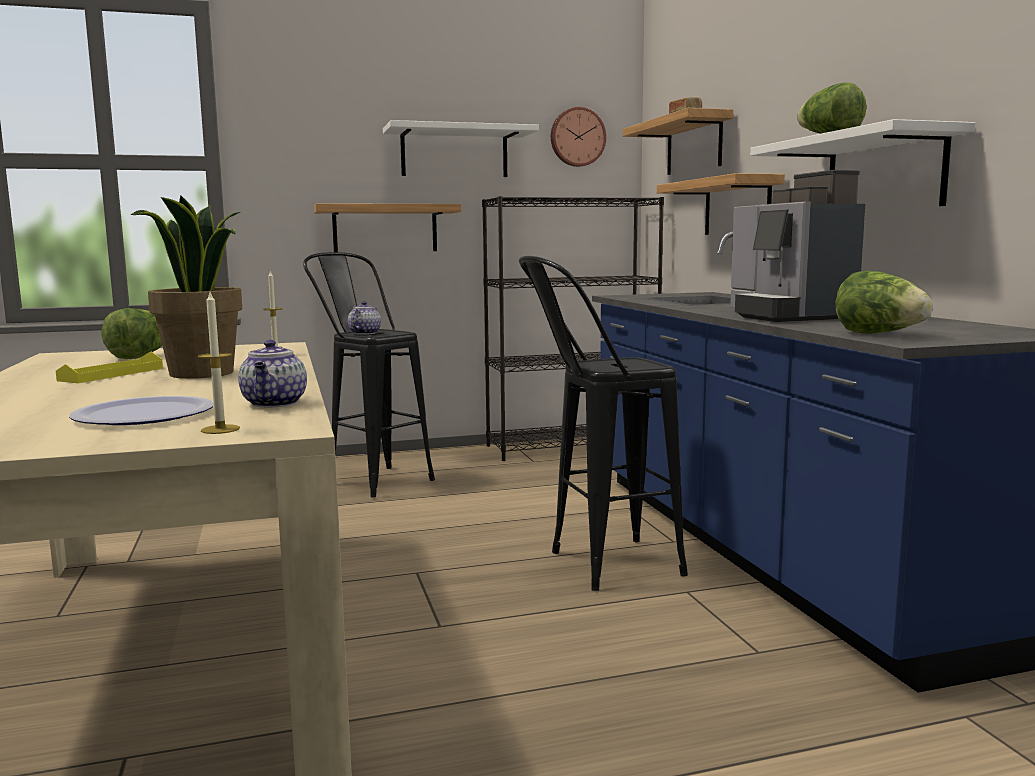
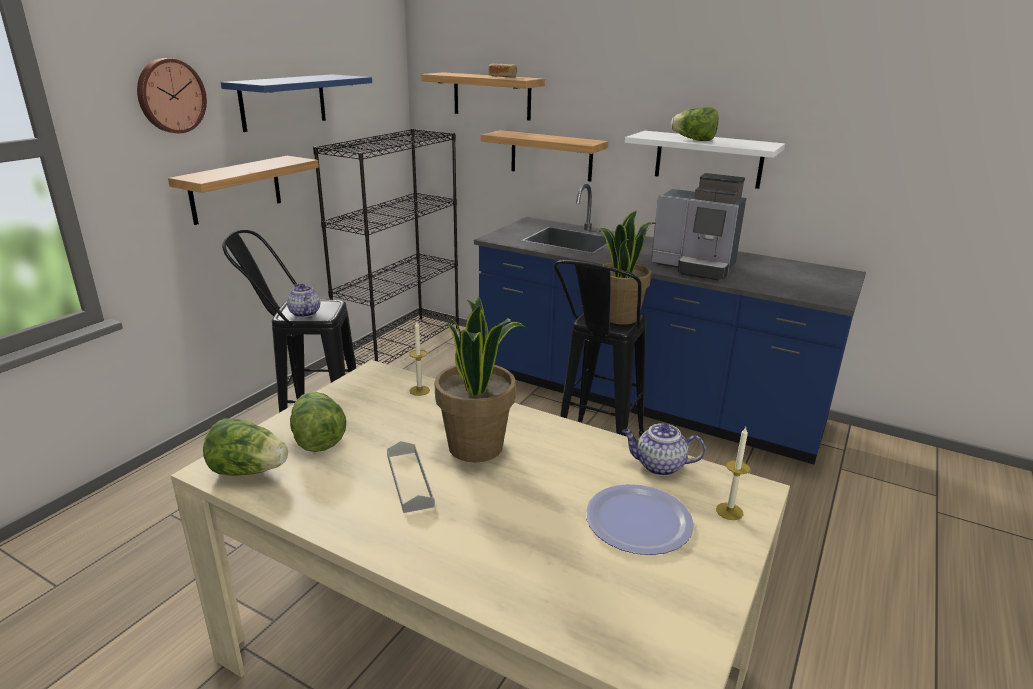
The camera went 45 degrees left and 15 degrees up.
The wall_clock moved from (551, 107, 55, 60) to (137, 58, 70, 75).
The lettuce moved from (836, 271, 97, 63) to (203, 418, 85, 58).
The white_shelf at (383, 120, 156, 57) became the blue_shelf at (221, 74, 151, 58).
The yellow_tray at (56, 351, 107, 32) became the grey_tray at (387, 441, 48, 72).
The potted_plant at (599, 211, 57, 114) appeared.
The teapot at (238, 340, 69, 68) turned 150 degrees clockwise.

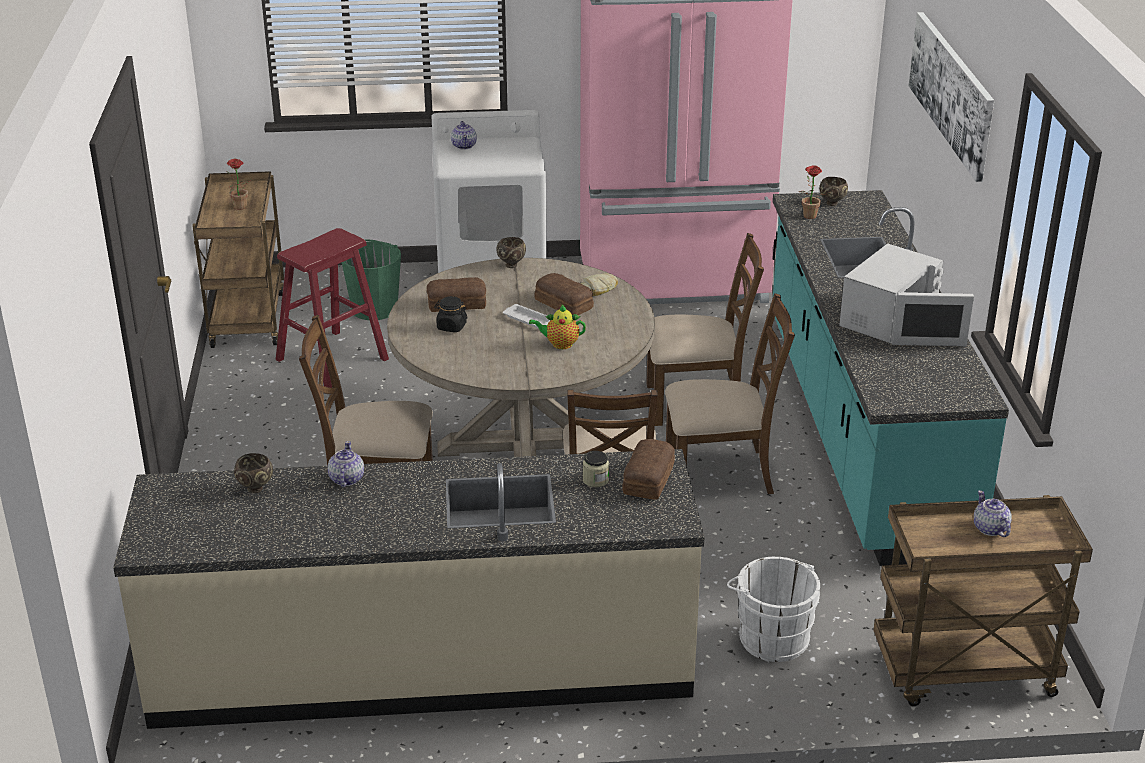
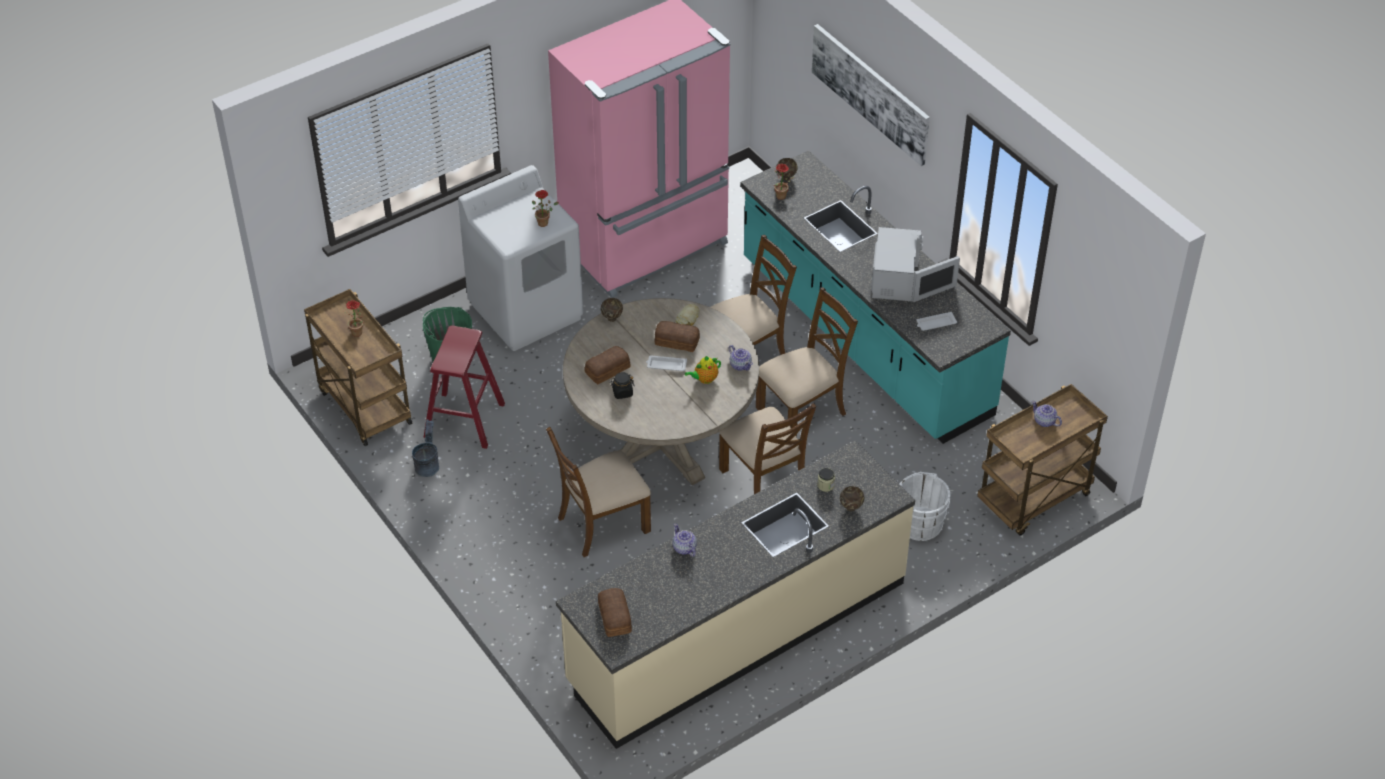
The camera went 30 degrees left and 15 degrees up.
The grey_bucket at (412, 419, 27, 58) appeared.
The potted_plant at (532, 190, 27, 37) appeared.
The bread moved from (622, 439, 53, 60) to (598, 588, 34, 49).
The teapot moved from (451, 121, 26, 29) to (729, 345, 24, 26).
The brown_bowl moved from (234, 453, 39, 40) to (840, 486, 25, 25).
The white_tray at (916, 312, 41, 19) appeared.

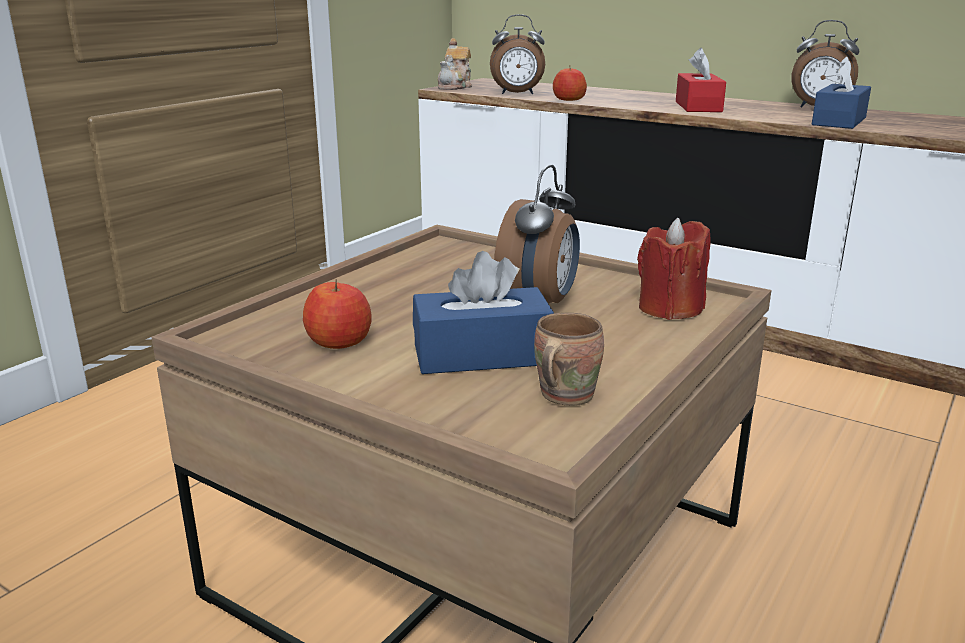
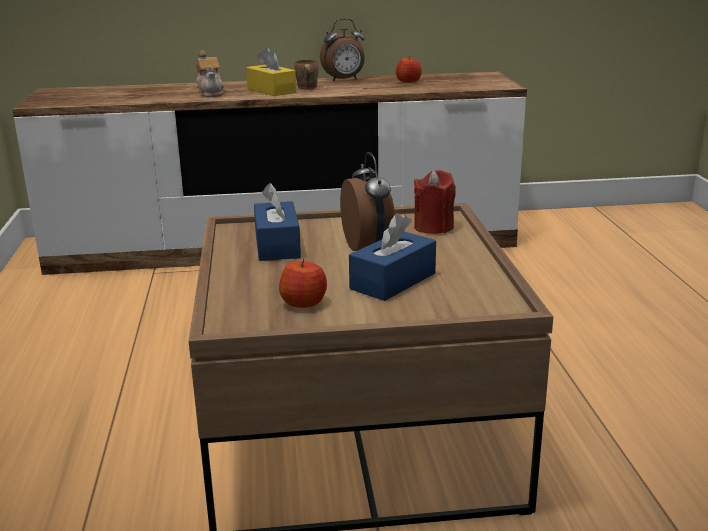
The camera went 40 degrees left and 0 degrees up.
The teapot moved from (438, 38, 34, 52) to (196, 51, 29, 46).
The red_tissue_box at (676, 48, 50, 64) became the yellow_tissue_box at (246, 47, 50, 49).
The blue_tissue_box moved from (812, 56, 59, 73) to (254, 183, 47, 78).
The brown_mug moved from (534, 313, 70, 93) to (294, 59, 24, 30).
The apple moved from (553, 66, 34, 35) to (396, 55, 26, 28).
The alarm_clock at (490, 14, 55, 80) disappeared.

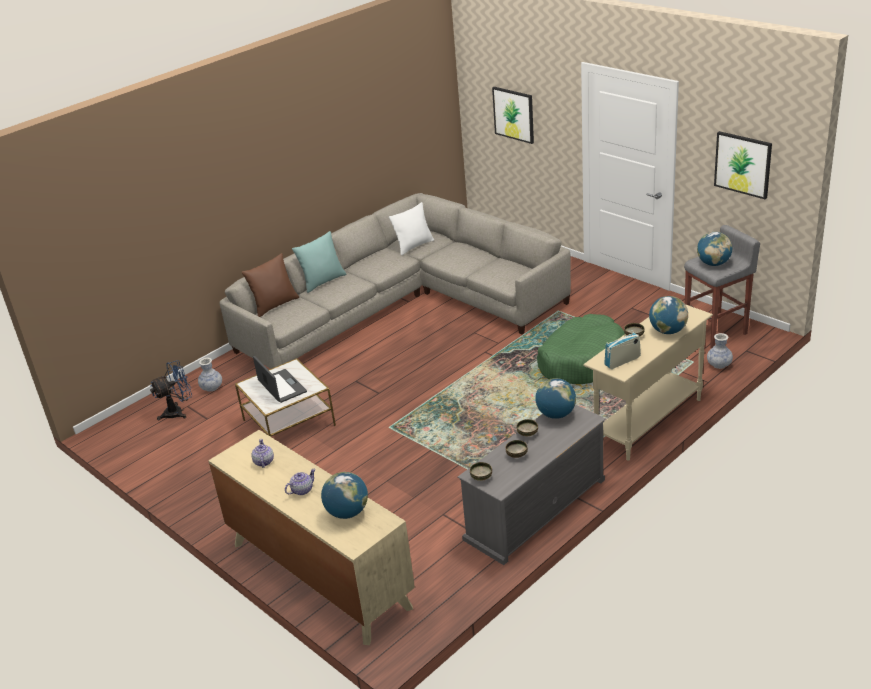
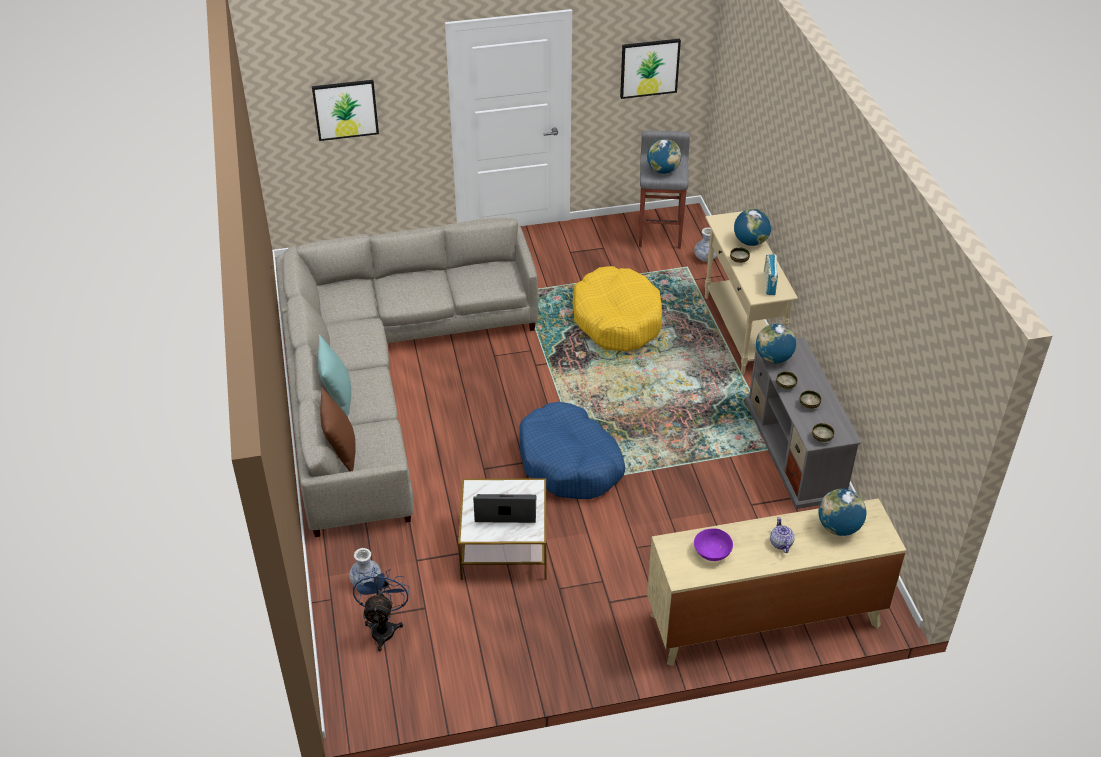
The camera went 60 degrees left and 10 degrees up.
The blue_dog_bed at (520, 402, 105, 97) appeared.
The green_dog_bed at (537, 314, 88, 70) became the yellow_dog_bed at (572, 266, 90, 86).
The teapot at (251, 439, 23, 29) was replaced by the purple_bowl at (694, 528, 39, 33).
The white_pillow at (389, 202, 45, 53) disappeared.

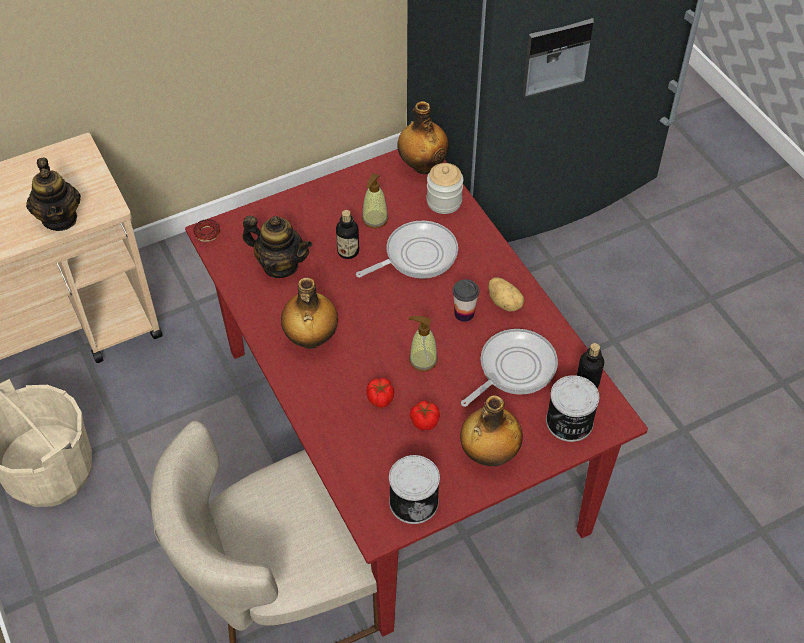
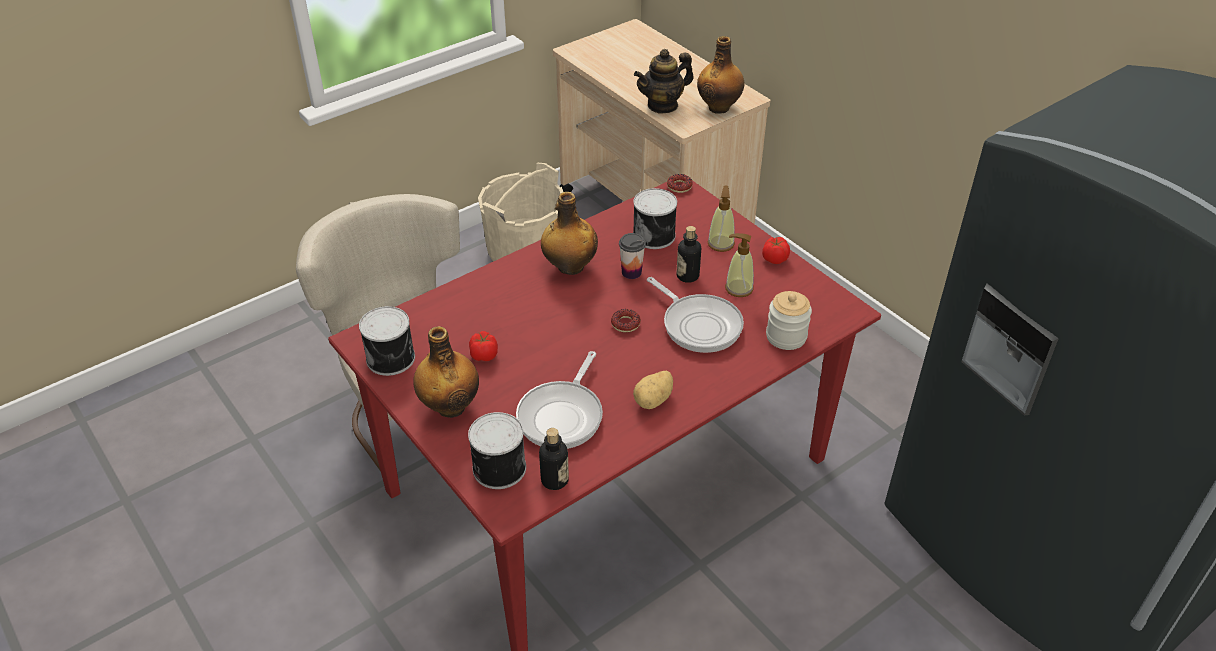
The camera went 80 degrees right and 10 degrees down.
The frying_pan at (461, 329, 97, 78) turned 75 degrees clockwise.
The donut at (611, 309, 30, 23) appeared.
The cup moved from (452, 279, 27, 43) to (619, 233, 27, 46).
The teapot at (242, 215, 70, 63) was replaced by the can at (633, 188, 44, 61).
The bottle moved from (397, 101, 52, 73) to (697, 36, 47, 78).
The soap_dispenser moved from (409, 316, 29, 55) to (707, 185, 28, 67).
The tomato moved from (366, 378, 28, 30) to (762, 237, 28, 27).

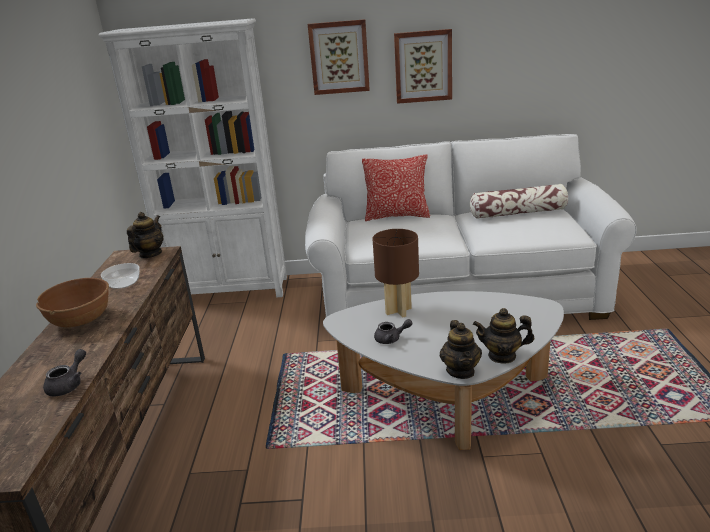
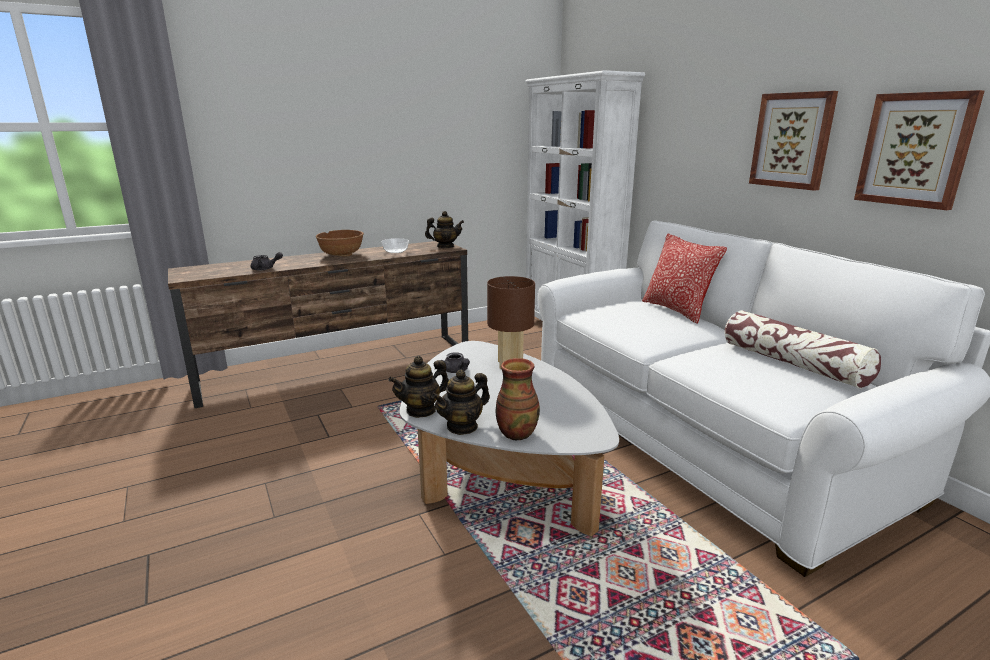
The camera went 60 degrees right and 5 degrees down.
The teapot at (473, 308, 61, 56) turned 105 degrees counterclockwise.
The vase at (496, 358, 44, 82) appeared.
The picture moved from (308, 19, 62, 76) to (854, 90, 131, 120).

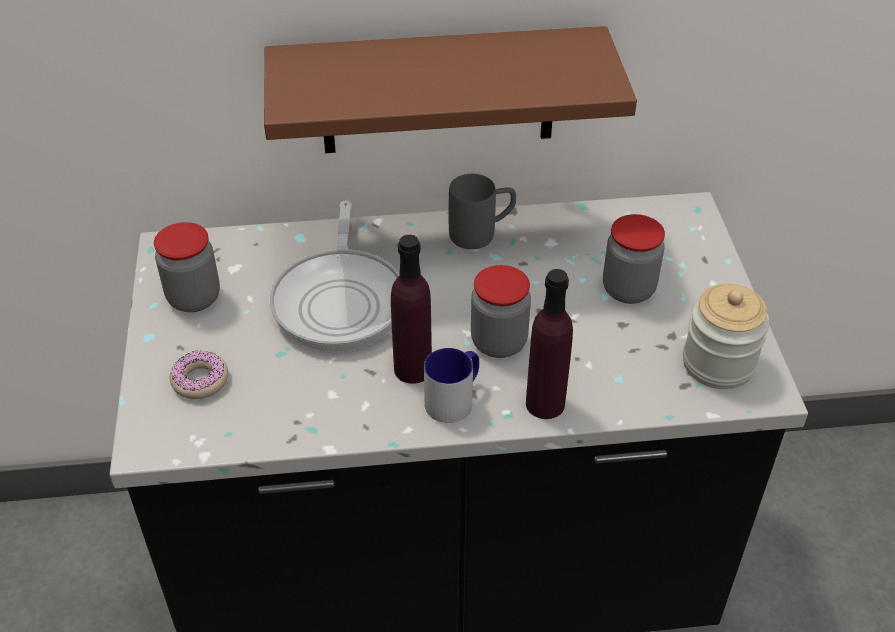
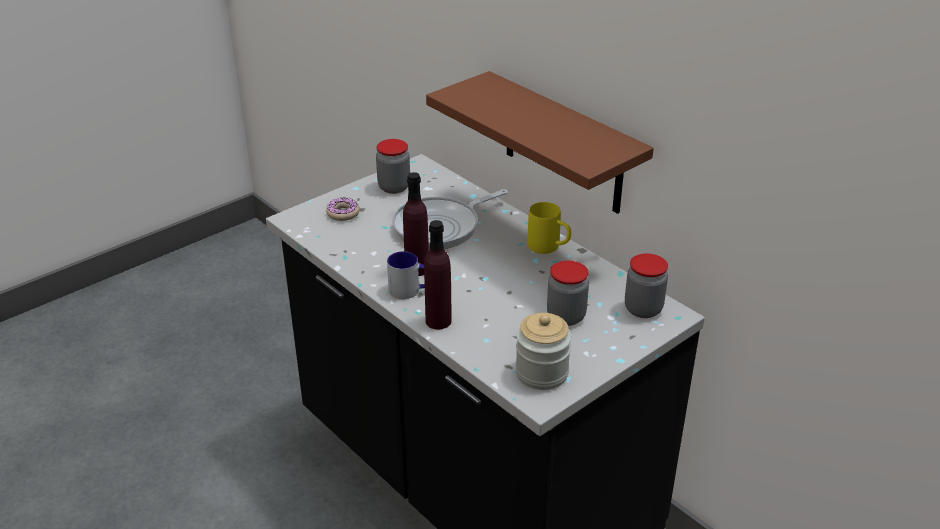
The camera went 55 degrees right and 10 degrees down.
The grey_mug at (448, 174, 68, 75) became the yellow_mug at (528, 202, 43, 52).
The jar moved from (471, 265, 60, 93) to (625, 253, 43, 65).

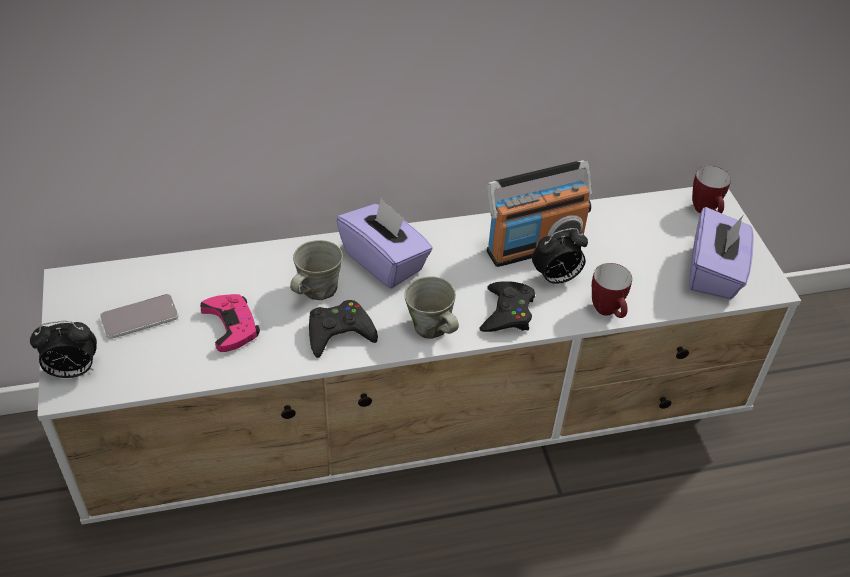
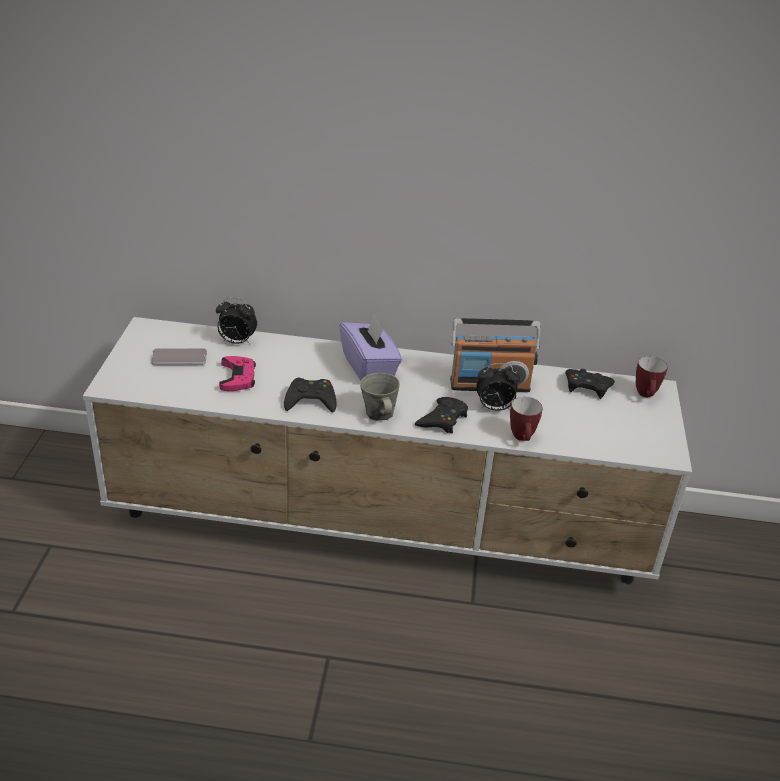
The camera went 20 degrees right and 10 degrees down.
The alarm_clock moved from (30, 321, 67, 57) to (216, 298, 41, 47).
The black_game_controller at (565, 369, 50, 30) appeared.
The grey_mug at (290, 240, 53, 60) disappeared.
The purple_tissue_box at (689, 207, 65, 92) disappeared.

